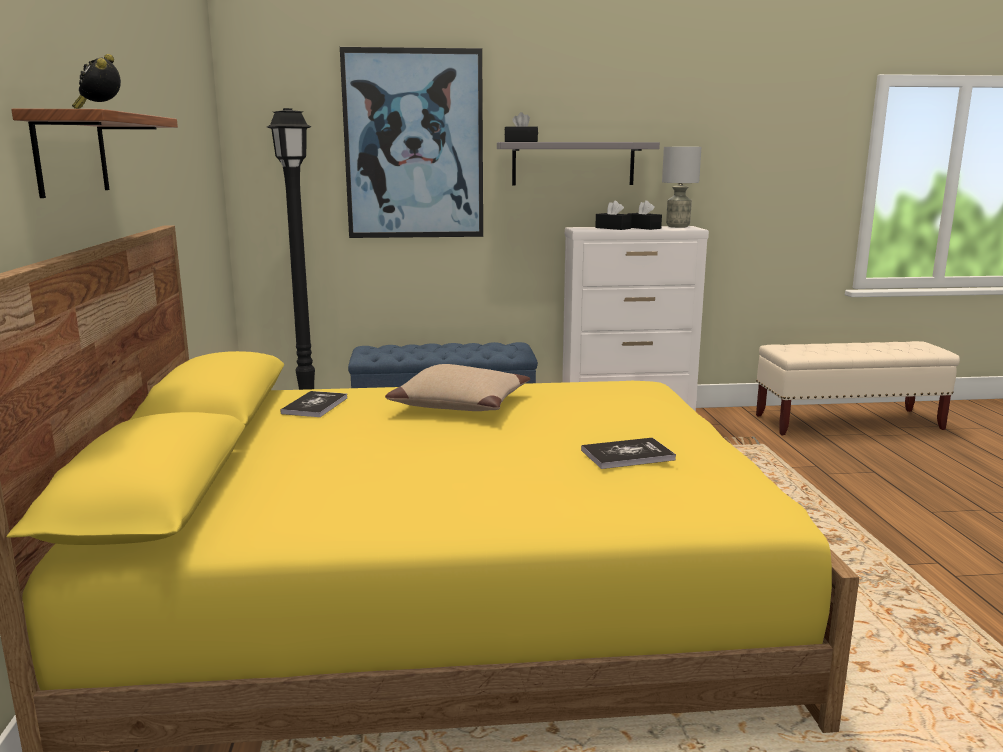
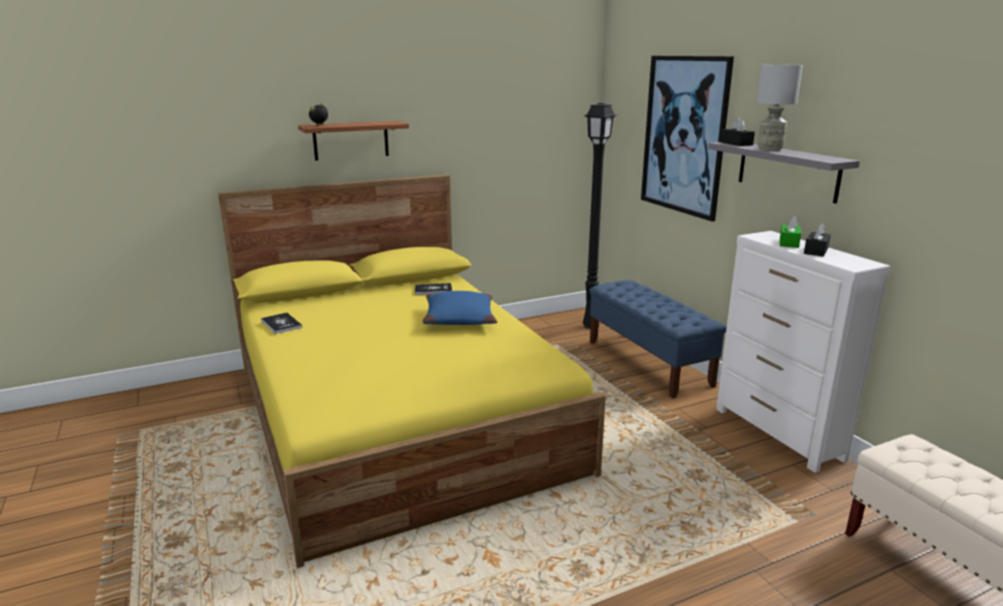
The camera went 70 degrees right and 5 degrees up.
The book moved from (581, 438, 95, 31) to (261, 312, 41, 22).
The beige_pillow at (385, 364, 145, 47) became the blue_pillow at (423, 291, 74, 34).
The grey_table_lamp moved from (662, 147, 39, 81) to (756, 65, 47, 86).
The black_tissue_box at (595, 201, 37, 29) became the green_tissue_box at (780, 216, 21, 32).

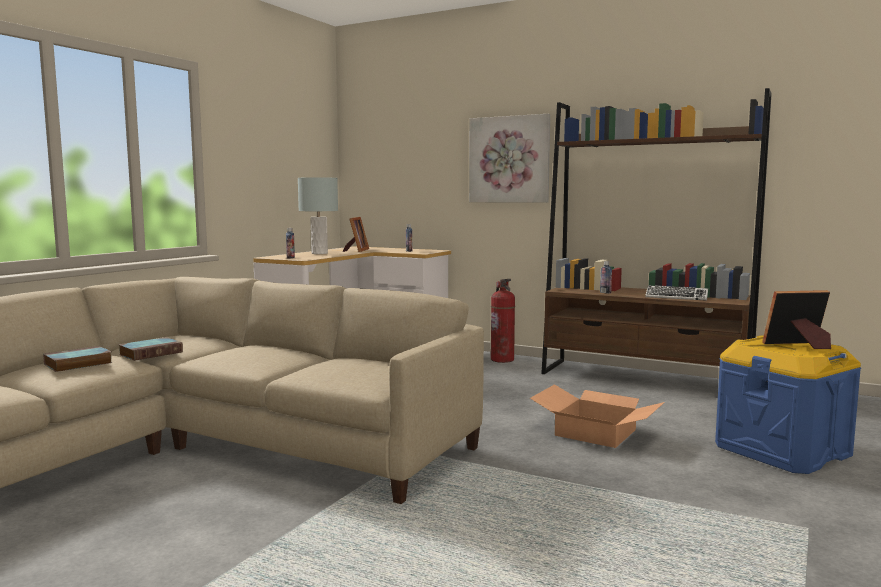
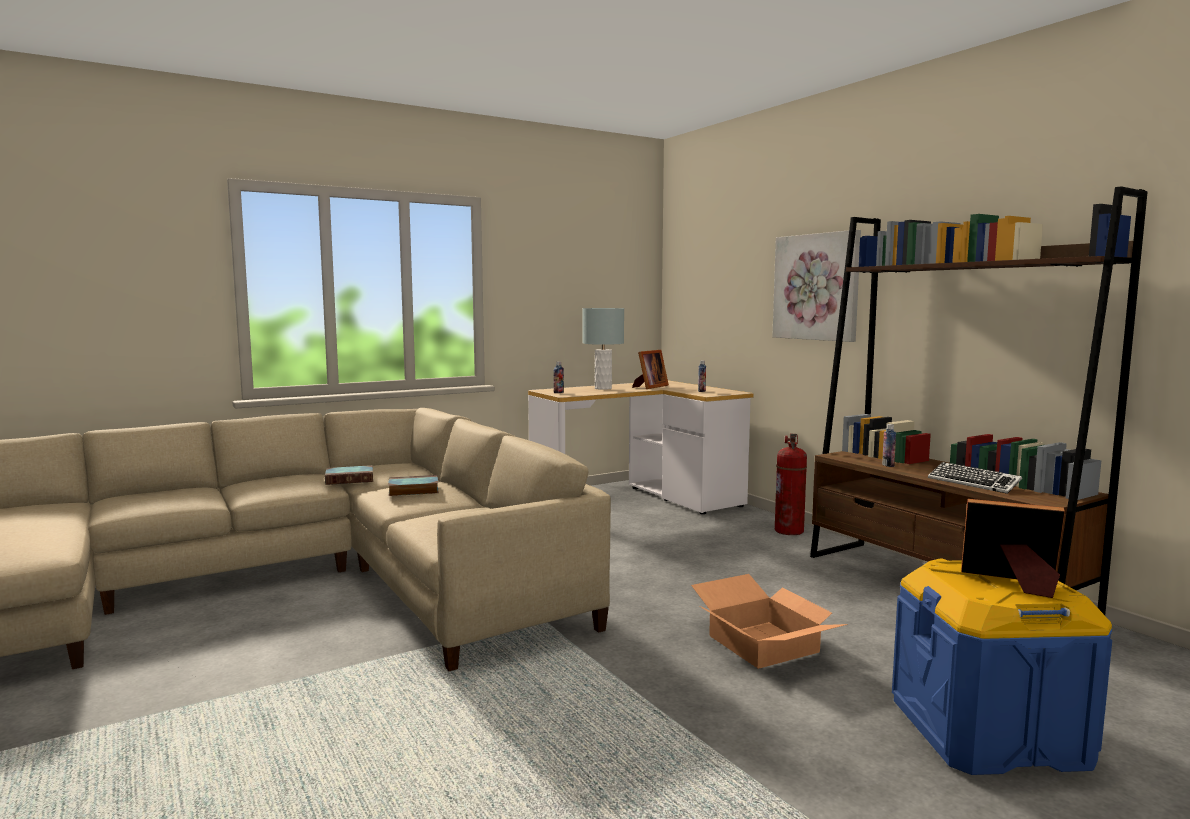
The camera went 30 degrees right and 0 degrees up.
The book moved from (43, 346, 70, 26) to (388, 475, 51, 21).

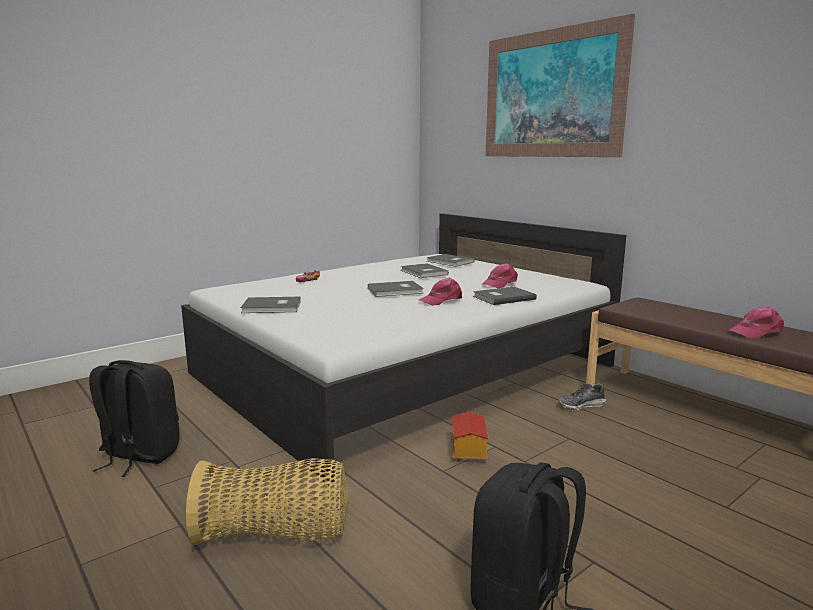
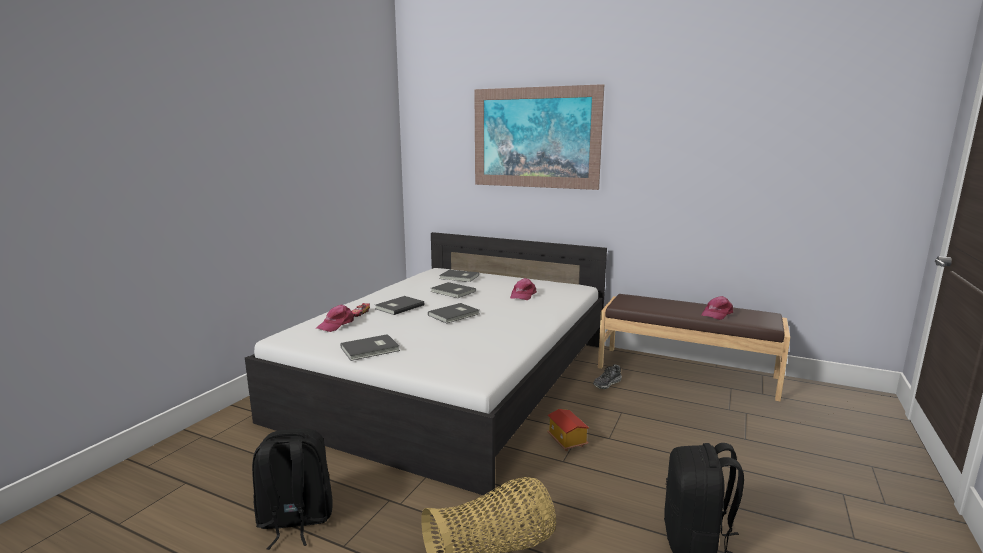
The camera went 25 degrees left and 0 degrees up.
The pink_cap moved from (419, 277, 43, 29) to (316, 304, 38, 28).
The grey_book moved from (473, 287, 64, 18) to (375, 296, 50, 19).

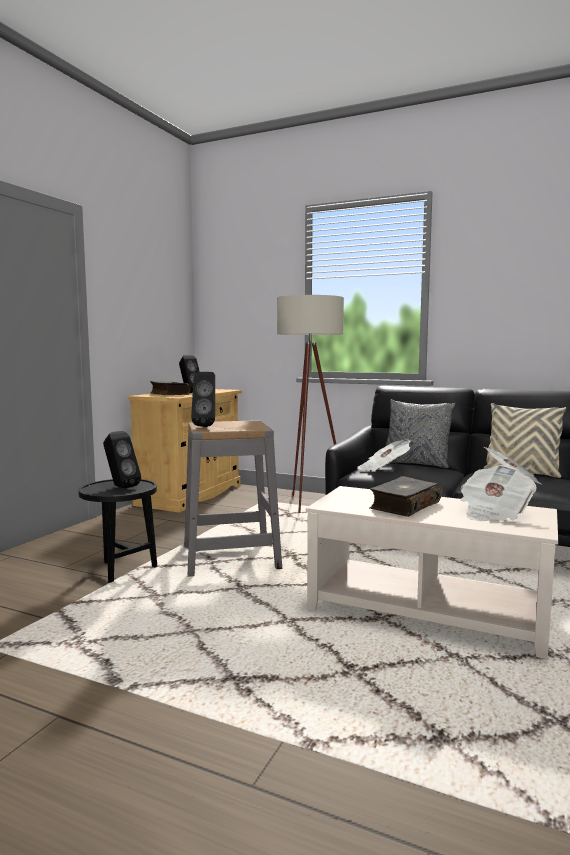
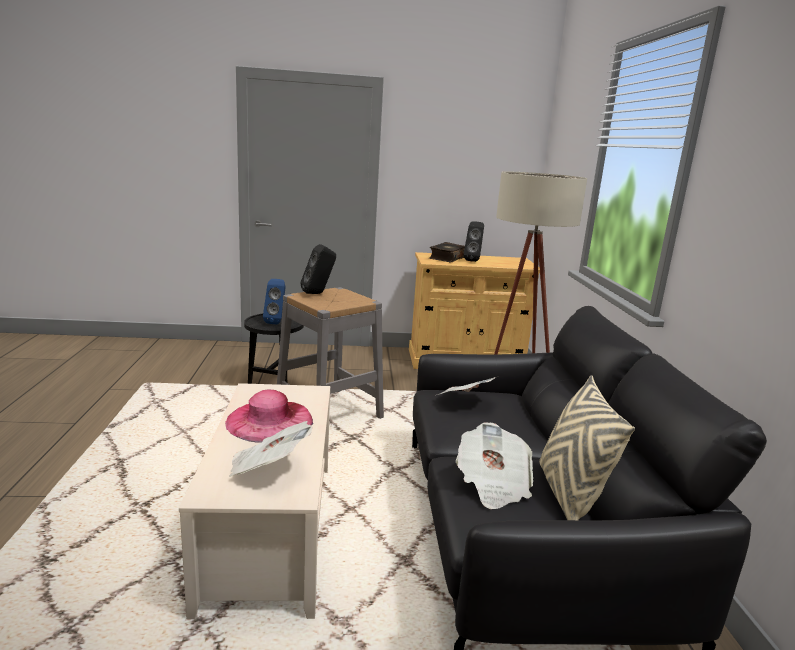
The camera went 60 degrees right and 10 degrees up.
The book at (369, 476, 73, 41) was replaced by the pink_hat at (225, 390, 88, 53).
The black_speaker at (103, 431, 38, 57) became the blue_speaker at (263, 279, 22, 45).
The grey_pillow at (386, 399, 69, 69) disappeared.

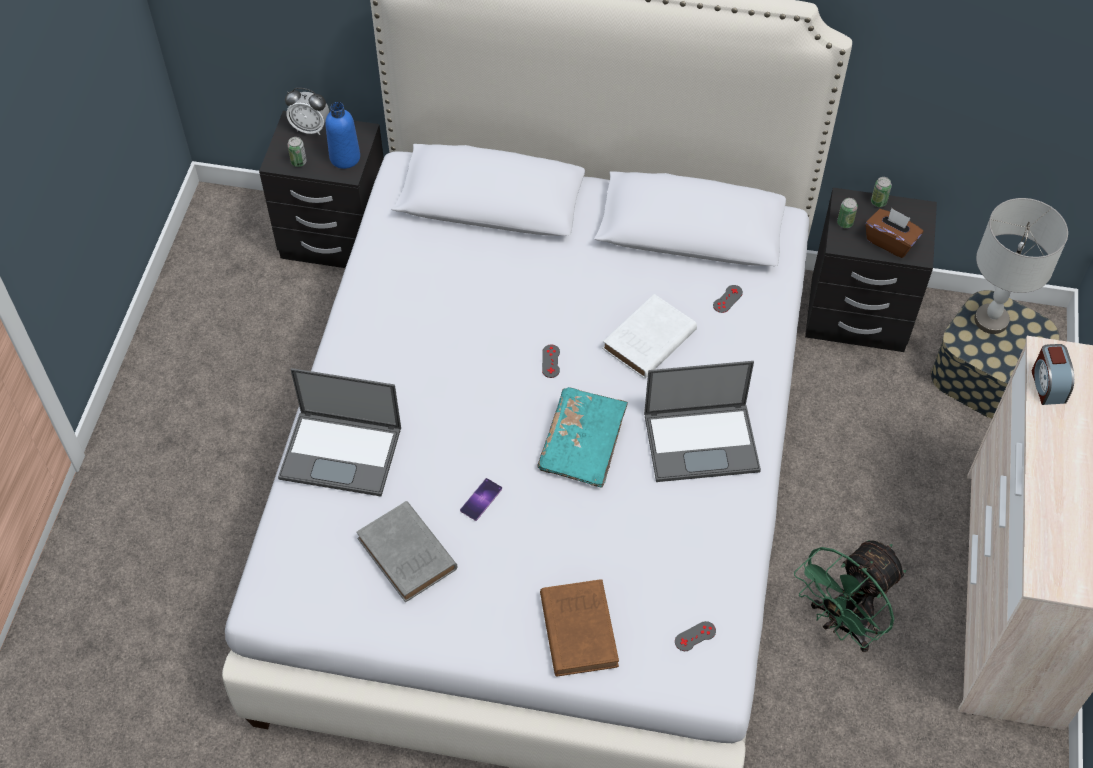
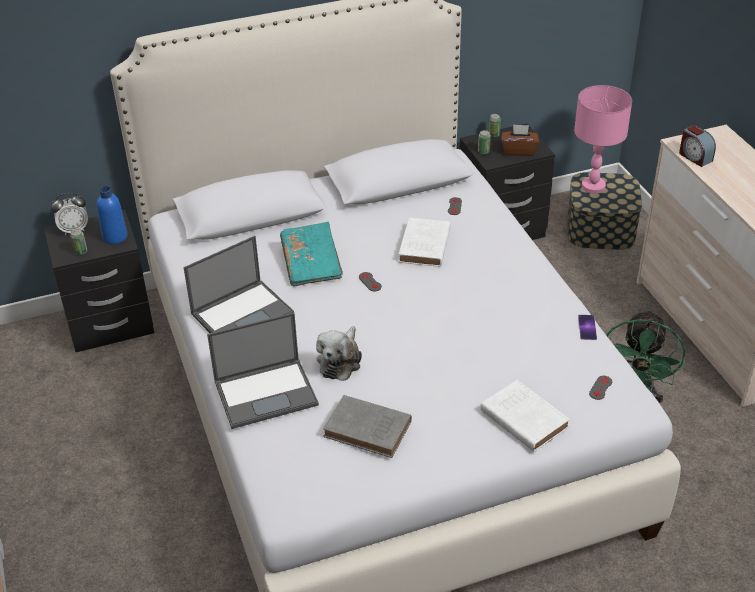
The camera went 30 degrees left and 15 degrees down.
The laptop moved from (644, 361, 117, 121) to (183, 236, 111, 97).
The turquoise_book moved from (538, 387, 90, 101) to (280, 222, 63, 65).
The plush_toy at (316, 326, 46, 55) appeared.
The brown_book at (540, 579, 79, 98) became the white_book at (481, 380, 89, 72).
The grey_table_lamp at (974, 198, 94, 136) became the pink_table_lamp at (574, 85, 58, 109).
The phone moved from (460, 478, 42, 43) to (578, 315, 19, 25).

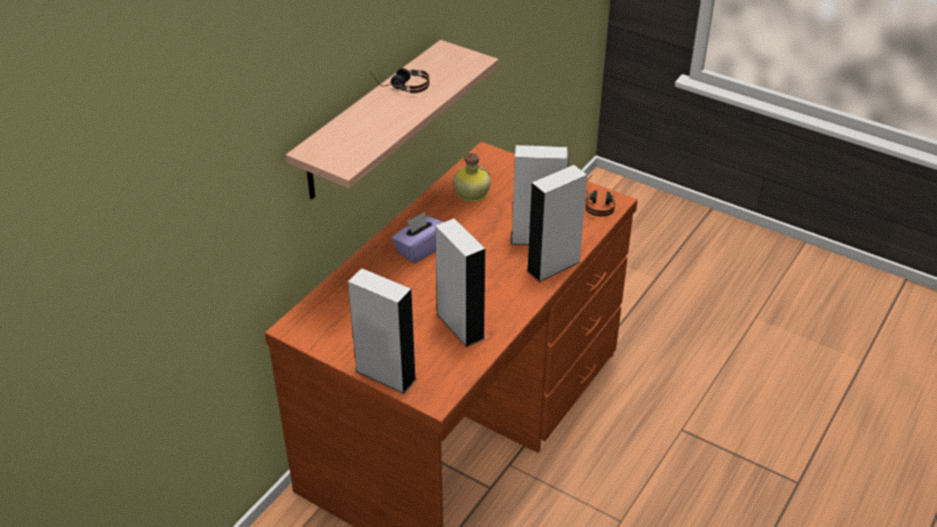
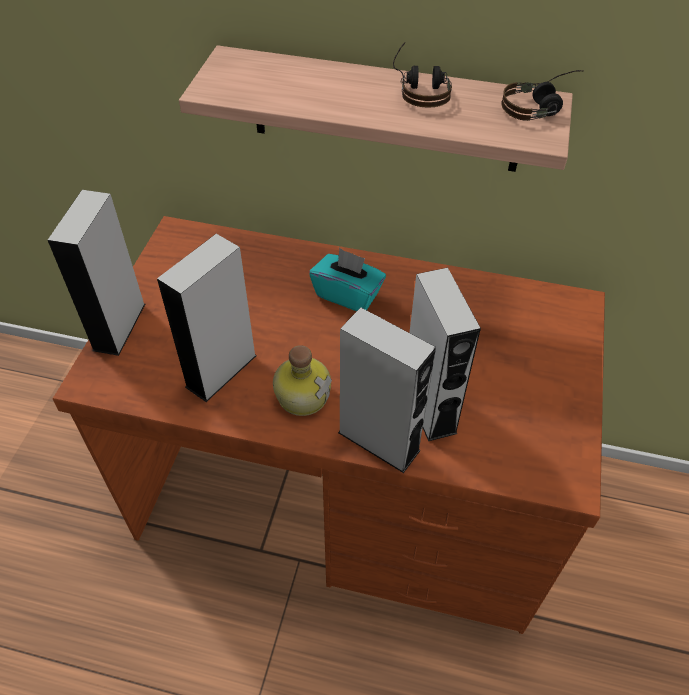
The camera went 70 degrees right and 10 degrees up.
The bottle moved from (453, 153, 38, 49) to (273, 345, 59, 71).
The purple_tissue_box at (391, 212, 52, 52) became the turquoise_tissue_box at (309, 248, 77, 63).
The headphones moved from (585, 175, 30, 42) to (501, 70, 83, 51).

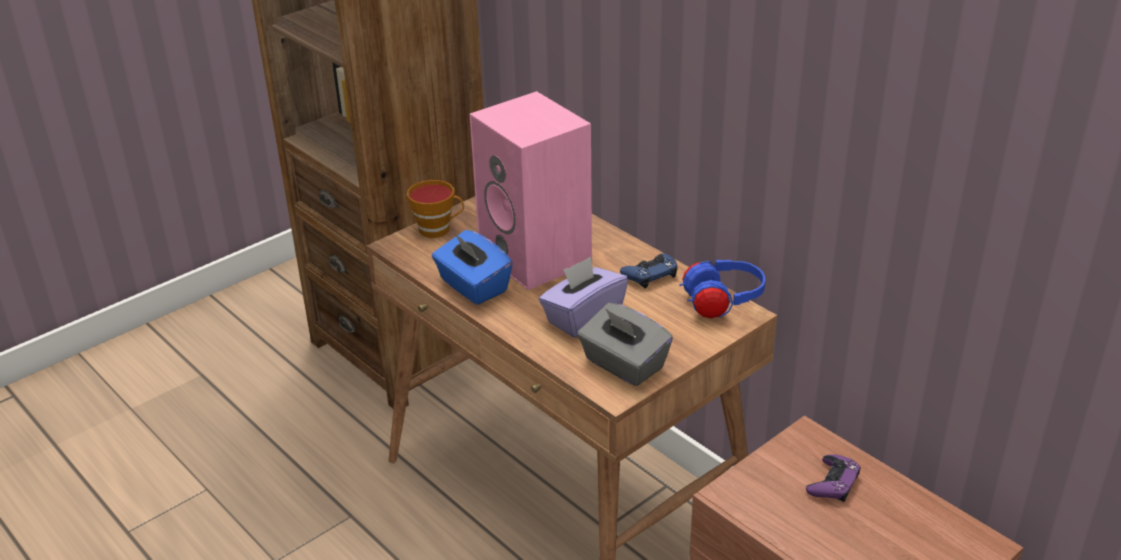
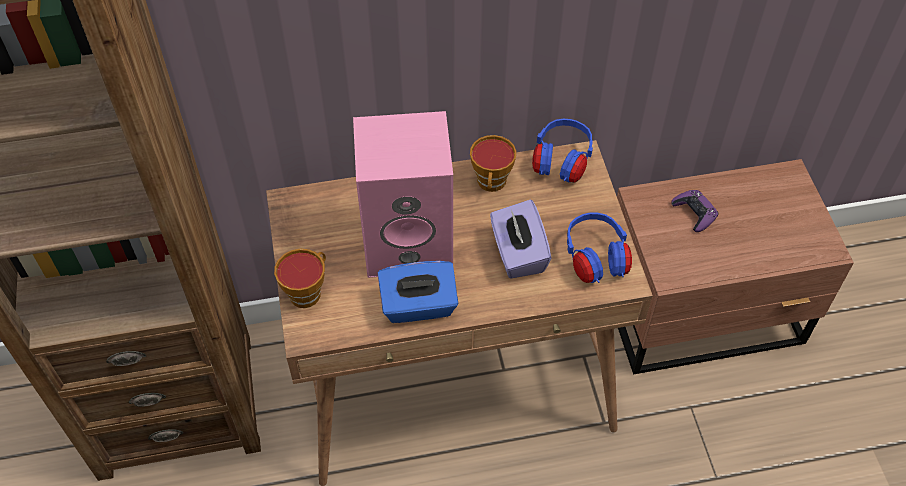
The camera went 60 degrees left and 20 degrees up.
The blue_game_controller at (620, 253, 58, 35) was replaced by the cup at (470, 135, 46, 57).
The grey_tissue_box at (577, 303, 96, 83) was replaced by the blue_headphones at (567, 213, 65, 70).

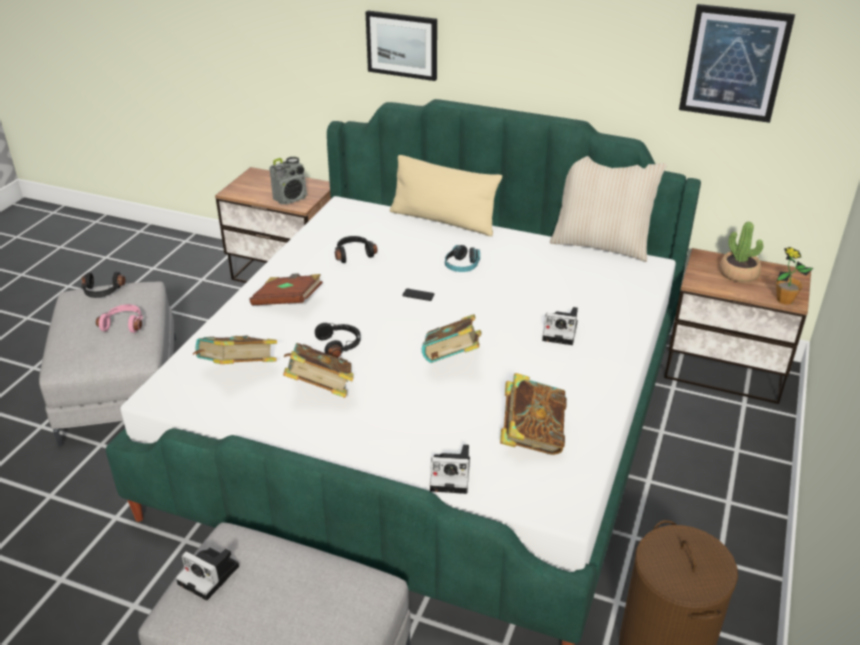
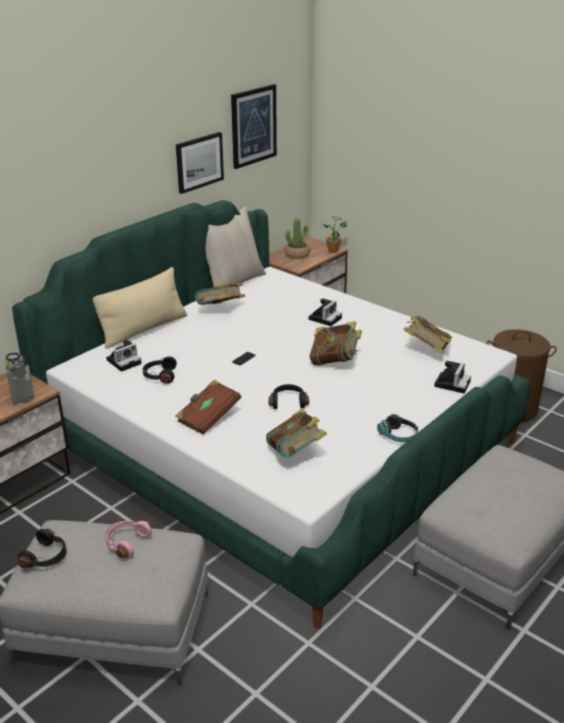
The camera went 70 degrees left and 5 degrees down.
The photo_camera moved from (176, 548, 63, 52) to (106, 339, 36, 33).
The picture moved from (366, 11, 71, 70) to (176, 132, 48, 62).
The book moved from (283, 343, 71, 55) to (195, 283, 50, 22).
The headphones moved from (445, 245, 35, 27) to (377, 414, 41, 29).

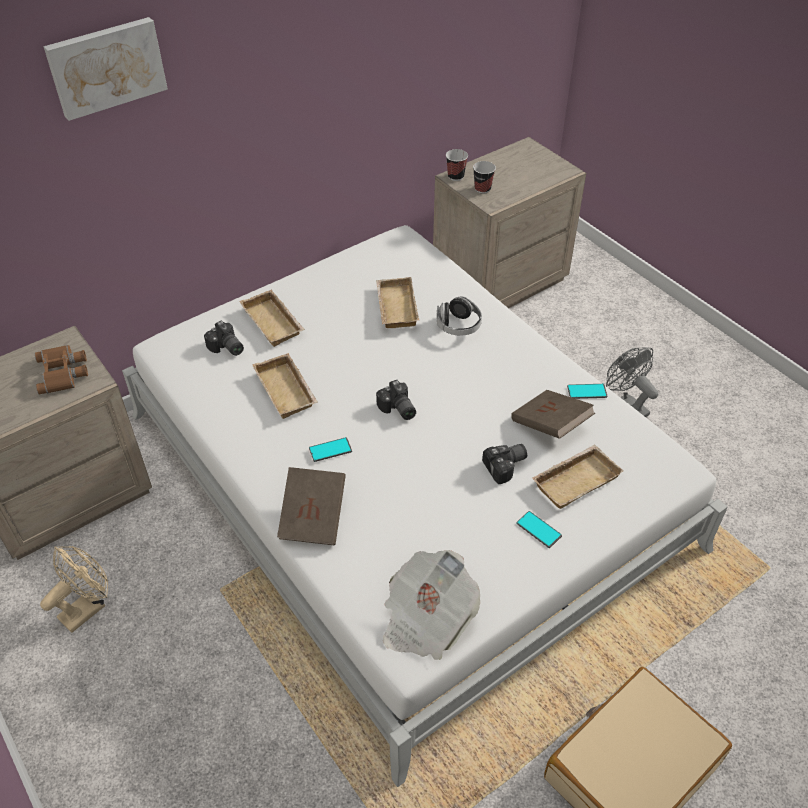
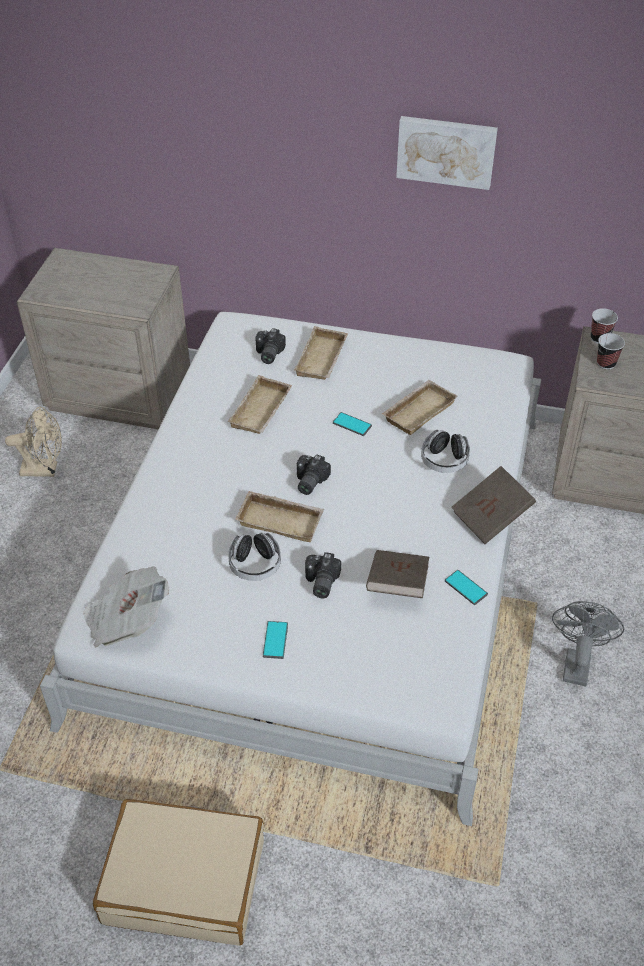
The camera went 50 degrees right and 0 degrees up.
The headphones at (228, 533, 53, 48) appeared.
The beige_tray moved from (532, 445, 91, 64) to (235, 491, 89, 51).
The photo_camera at (482, 444, 45, 40) turned 75 degrees clockwise.
The phone moved from (309, 437, 43, 25) to (333, 412, 39, 24).
The picture moved from (43, 17, 125, 104) to (396, 116, 102, 74).
The brown_book moved from (277, 467, 69, 78) to (451, 466, 85, 78).
The brown_binoculars at (35, 345, 53, 49) disappeared.

